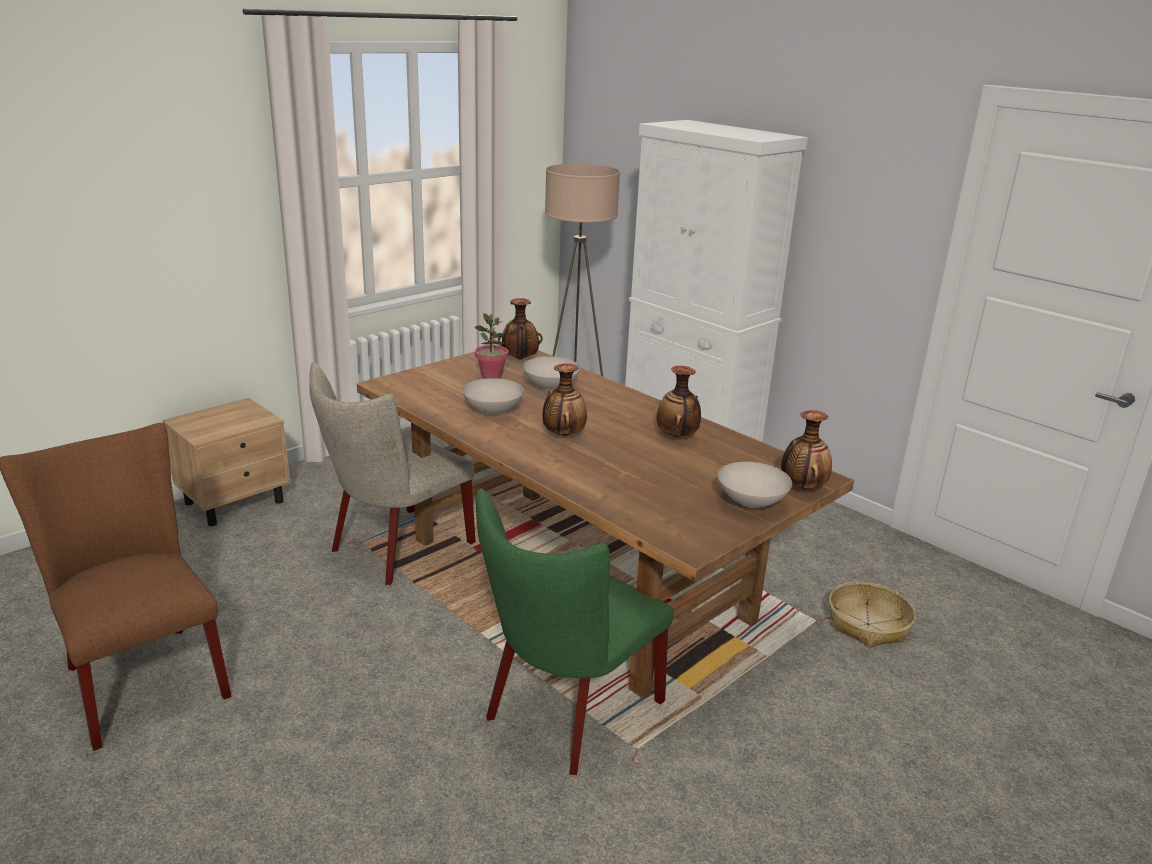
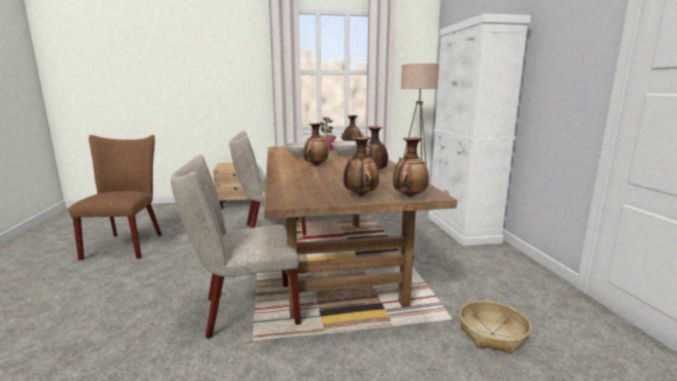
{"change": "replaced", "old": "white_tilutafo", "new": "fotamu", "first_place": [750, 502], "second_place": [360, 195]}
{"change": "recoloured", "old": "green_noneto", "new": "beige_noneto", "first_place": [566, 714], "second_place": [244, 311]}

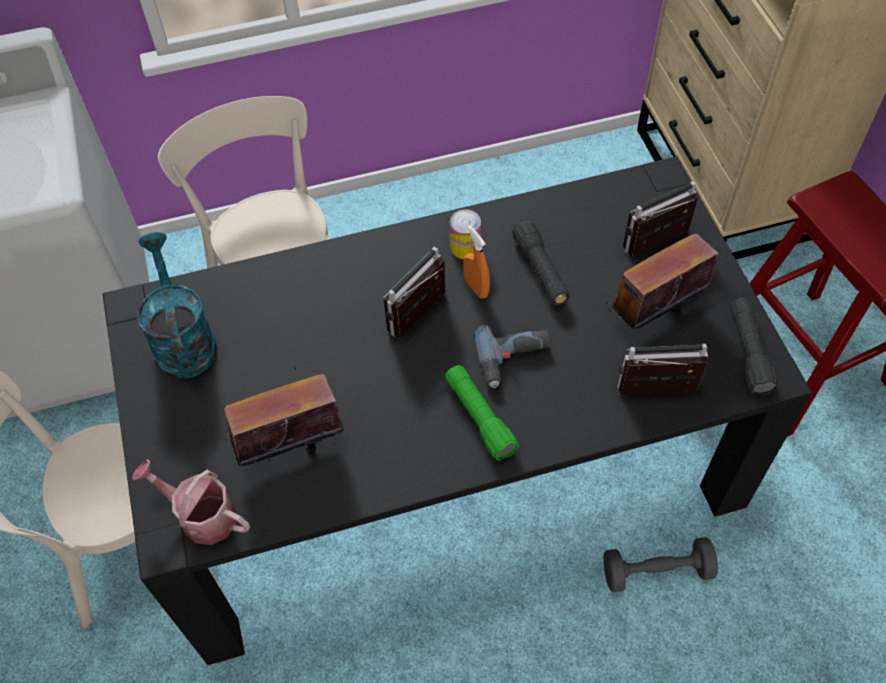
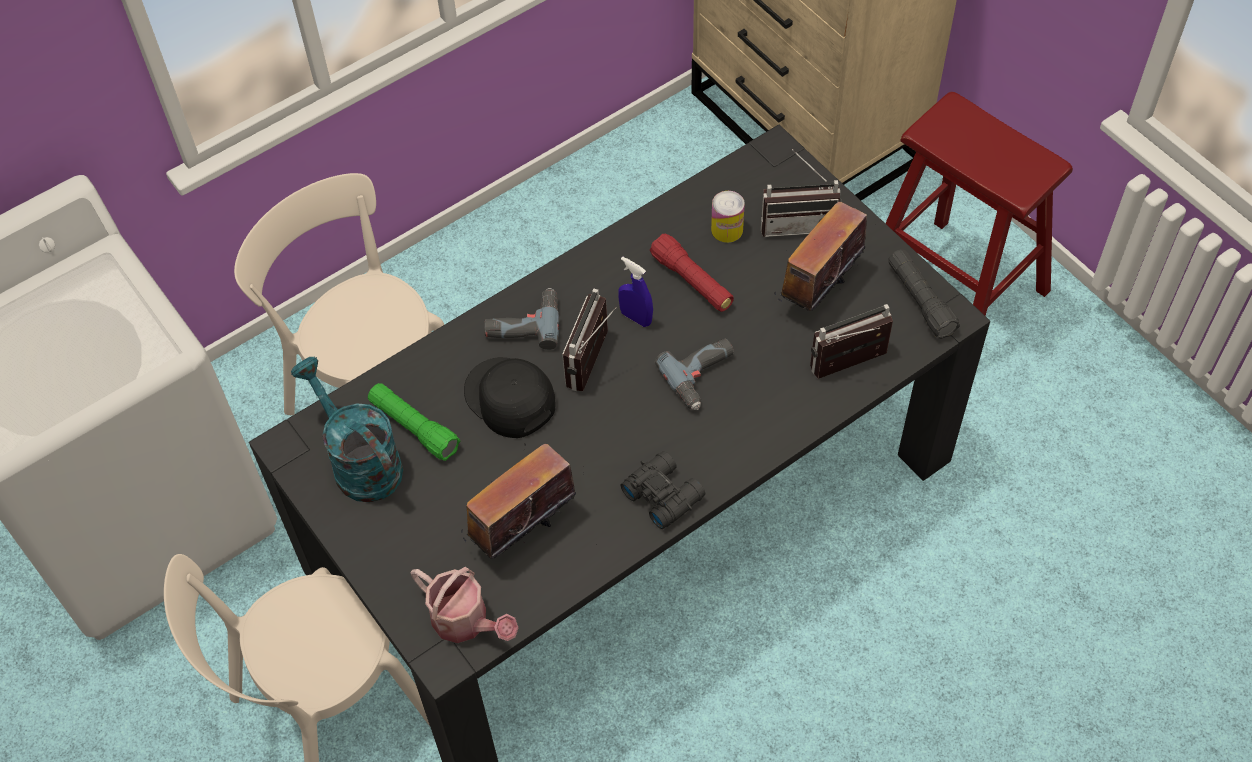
{"change": "turned", "old": "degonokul", "first_place": [659, 246], "second_place": [798, 222], "degrees": -135}
{"change": "moved", "old": "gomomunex", "first_place": [465, 247], "second_place": [727, 230]}
{"change": "recoloured", "old": "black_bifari", "new": "red_bifari", "first_place": [540, 271], "second_place": [692, 281]}
{"change": "recoloured", "old": "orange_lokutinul", "new": "blue_lokutinul", "first_place": [476, 288], "second_place": [636, 318]}
{"change": "moved", "old": "green_bifari", "first_place": [479, 417], "second_place": [414, 427]}
{"change": "turned", "old": "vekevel", "first_place": [201, 516], "second_place": [466, 622], "degrees": -150}
{"change": "removed", "old": "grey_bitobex", "first_place": [656, 571]}
{"change": "added", "new": "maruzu", "second_place": [523, 322]}
{"change": "added", "new": "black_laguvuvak", "second_place": [509, 399]}
{"change": "added", "new": "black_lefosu", "second_place": [663, 493]}

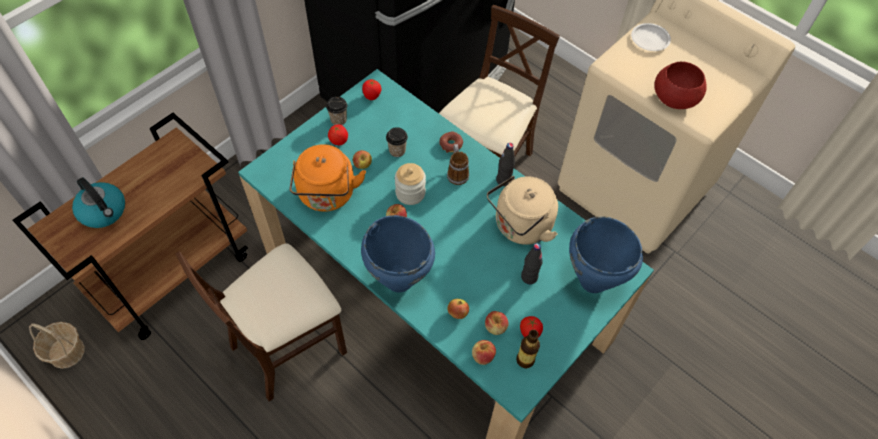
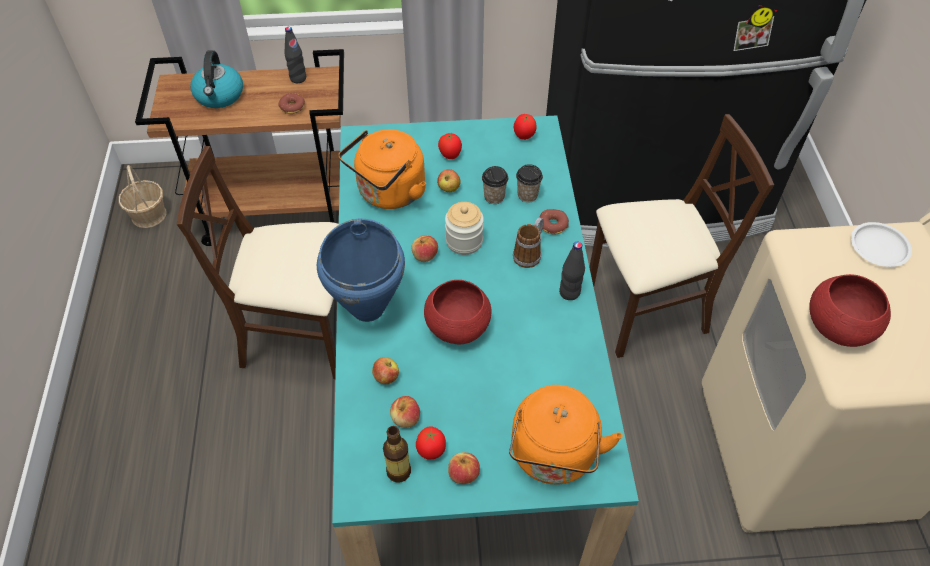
{"change": "moved", "old": "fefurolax", "first_place": [338, 120], "second_place": [527, 195]}
{"change": "removed", "old": "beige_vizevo", "first_place": [520, 227]}
{"change": "replaced", "old": "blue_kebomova", "new": "orange_vizevo", "first_place": [593, 282], "second_place": [553, 457]}
{"change": "moved", "old": "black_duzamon", "first_place": [529, 277], "second_place": [298, 78]}
{"change": "moved", "old": "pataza", "first_place": [482, 356], "second_place": [463, 474]}
{"change": "added", "new": "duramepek", "second_place": [292, 107]}
{"change": "added", "new": "red_tilutafo", "second_place": [457, 328]}

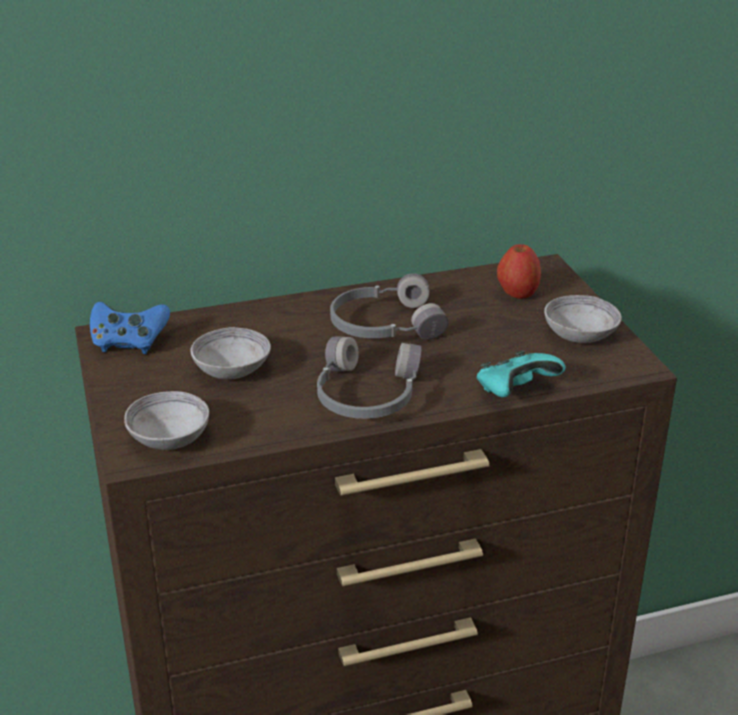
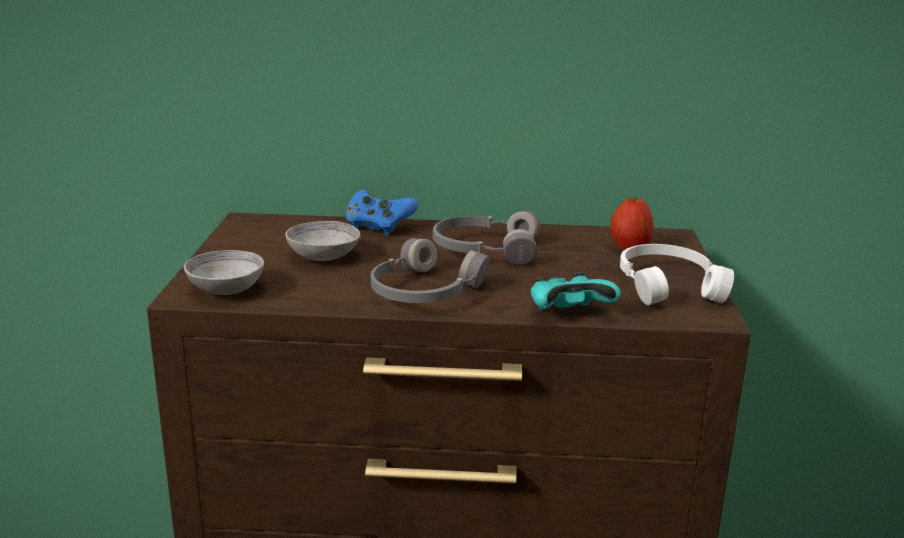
{"change": "replaced", "old": "grey_tilutafo", "new": "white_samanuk", "first_place": [580, 336], "second_place": [669, 286]}
{"change": "moved", "old": "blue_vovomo", "first_place": [128, 343], "second_place": [378, 227]}

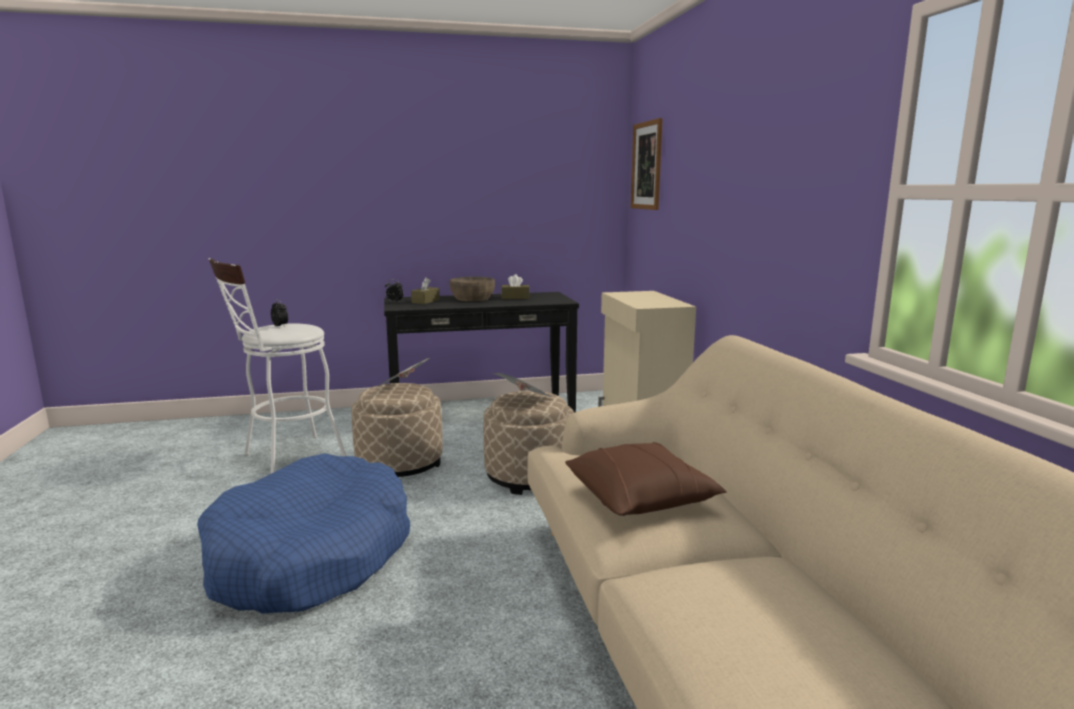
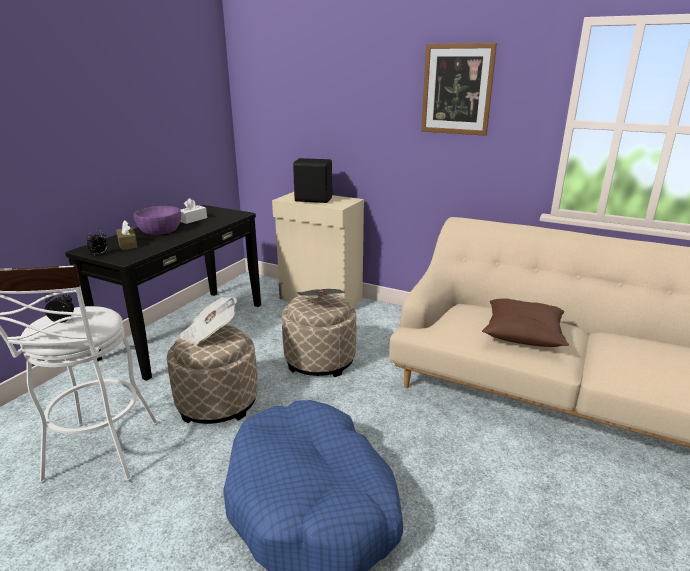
{"change": "moved", "old": "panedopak", "first_place": [647, 166], "second_place": [457, 89]}
{"change": "recoloured", "old": "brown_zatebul", "new": "white_zatebul", "first_place": [515, 297], "second_place": [192, 219]}
{"change": "recoloured", "old": "brown_tilutafo", "new": "purple_tilutafo", "first_place": [472, 298], "second_place": [159, 230]}
{"change": "added", "new": "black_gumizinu", "second_place": [313, 199]}

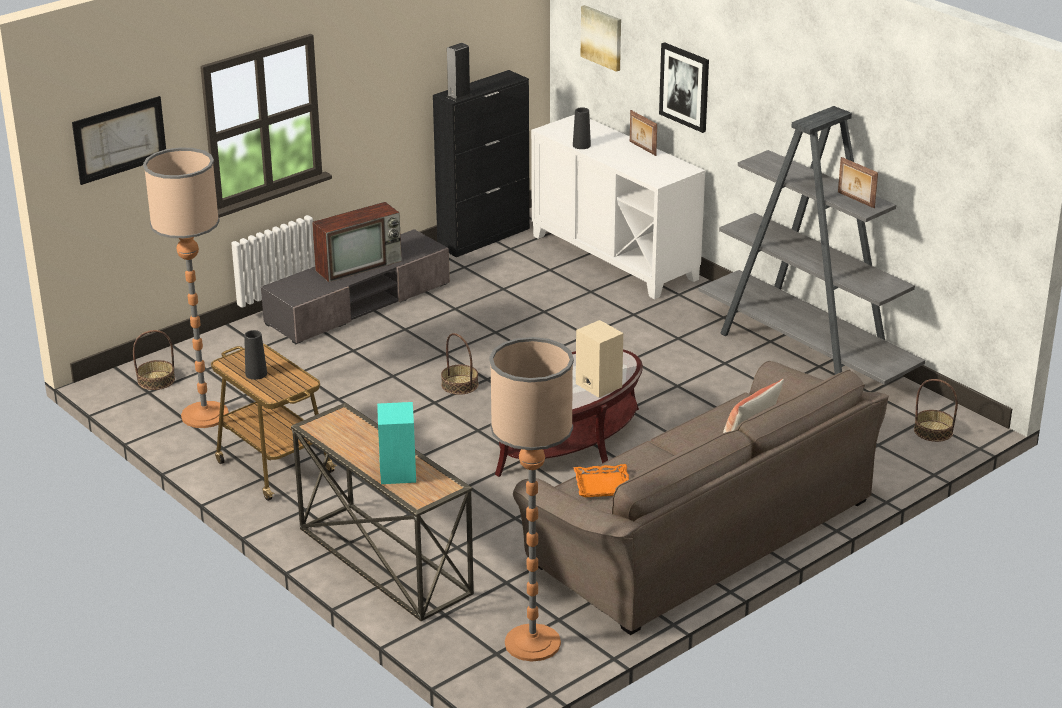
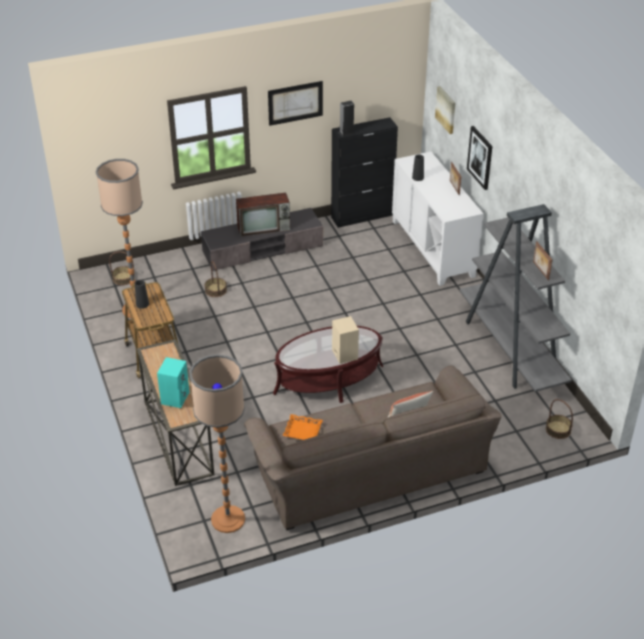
{"change": "moved", "old": "panedopak", "first_place": [120, 139], "second_place": [295, 103]}
{"change": "moved", "old": "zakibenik", "first_place": [460, 385], "second_place": [216, 290]}

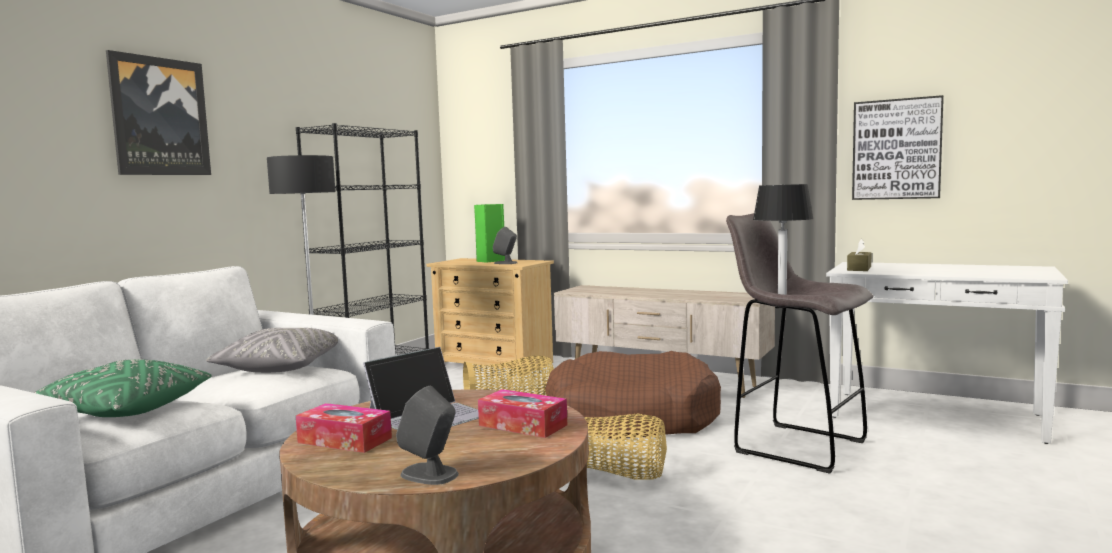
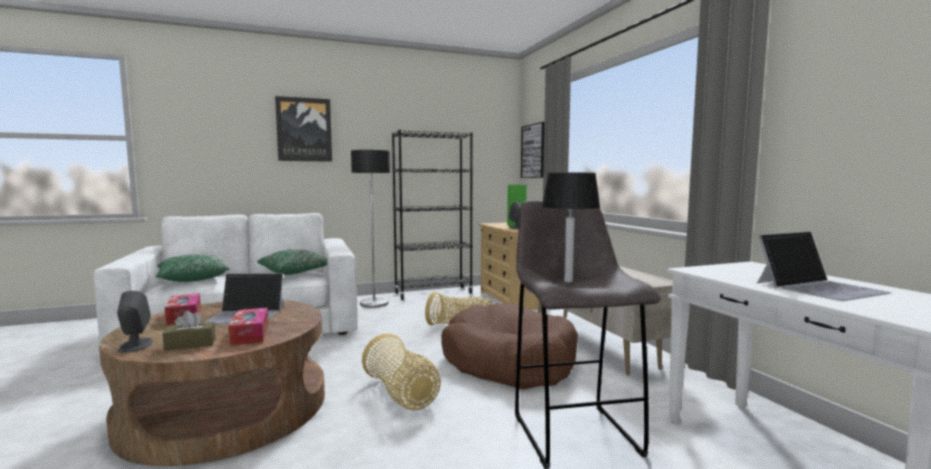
{"change": "moved", "old": "panedopak", "first_place": [896, 149], "second_place": [534, 151]}
{"change": "moved", "old": "brown_zatebul", "first_place": [859, 269], "second_place": [190, 344]}
{"change": "recoloured", "old": "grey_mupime", "new": "green_mupime", "first_place": [281, 366], "second_place": [296, 272]}
{"change": "added", "new": "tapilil", "second_place": [819, 287]}

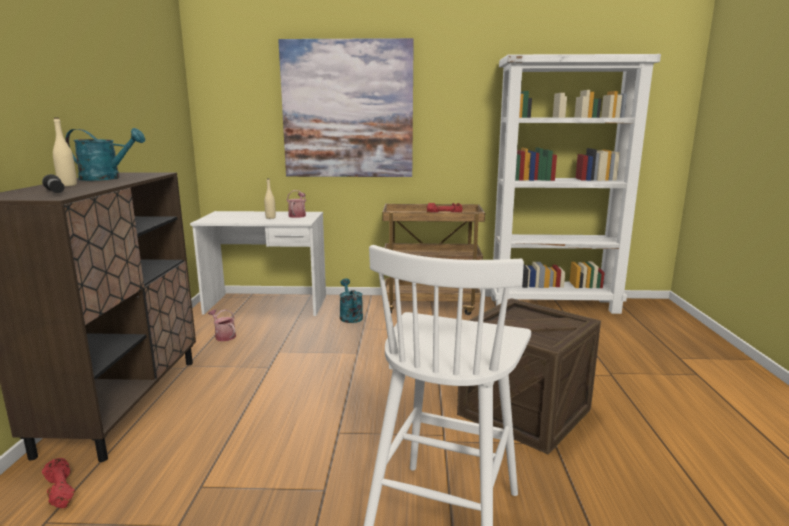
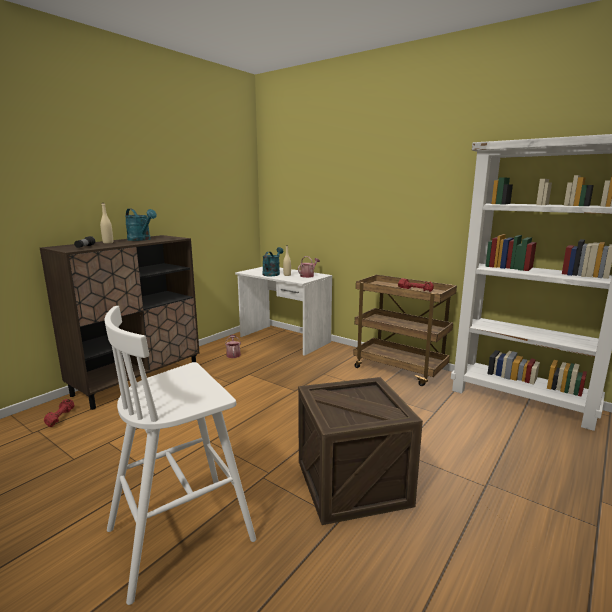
{"change": "removed", "old": "panedopak", "first_place": [347, 110]}
{"change": "moved", "old": "turquoise_vekevel", "first_place": [350, 316], "second_place": [272, 273]}

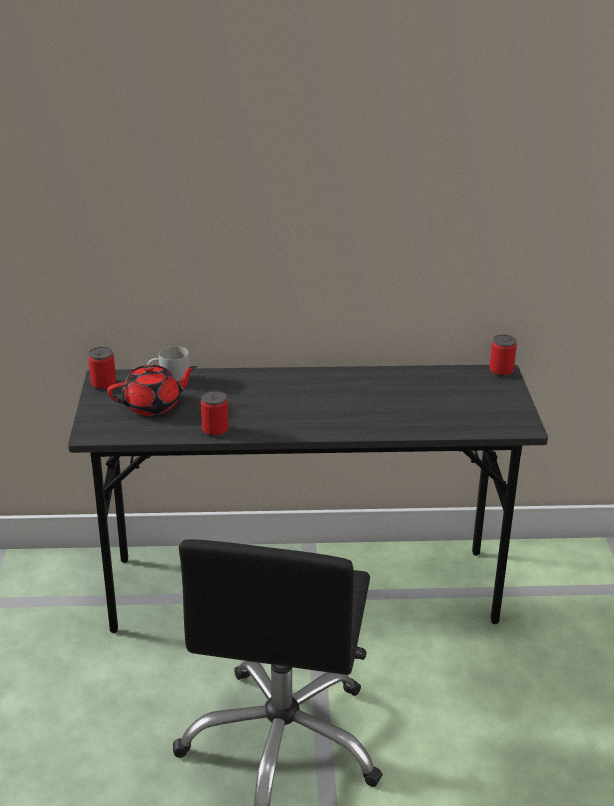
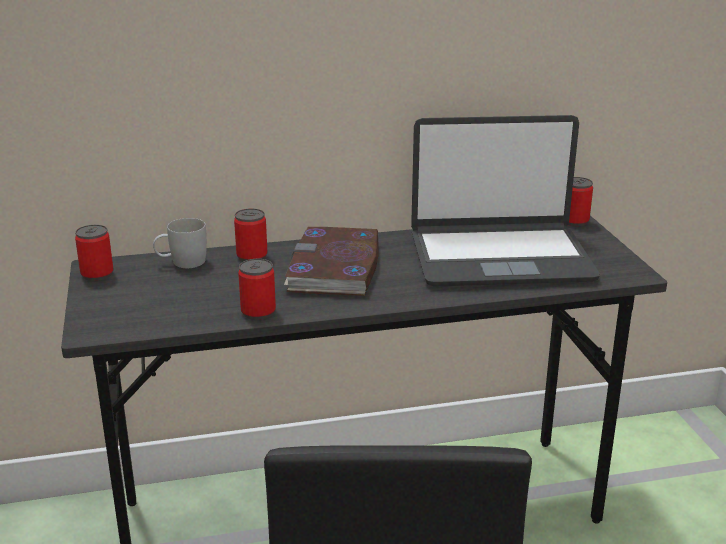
{"change": "removed", "old": "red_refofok", "first_place": [153, 405]}
{"change": "added", "new": "tapilil", "second_place": [499, 257]}
{"change": "added", "new": "gomomunex", "second_place": [252, 256]}
{"change": "added", "new": "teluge", "second_place": [335, 267]}

